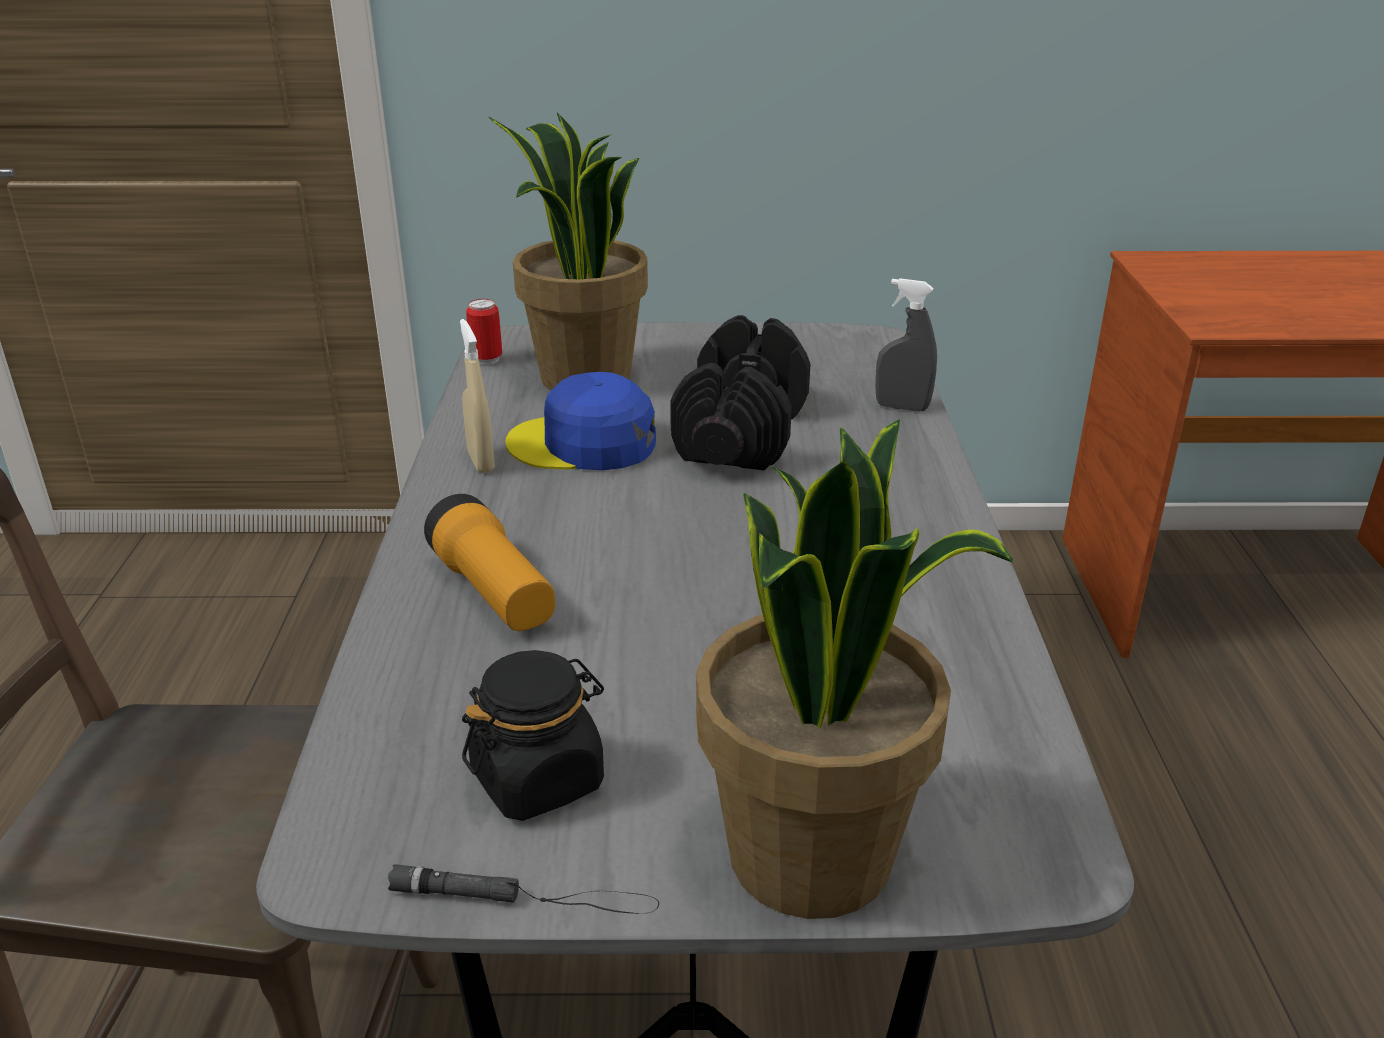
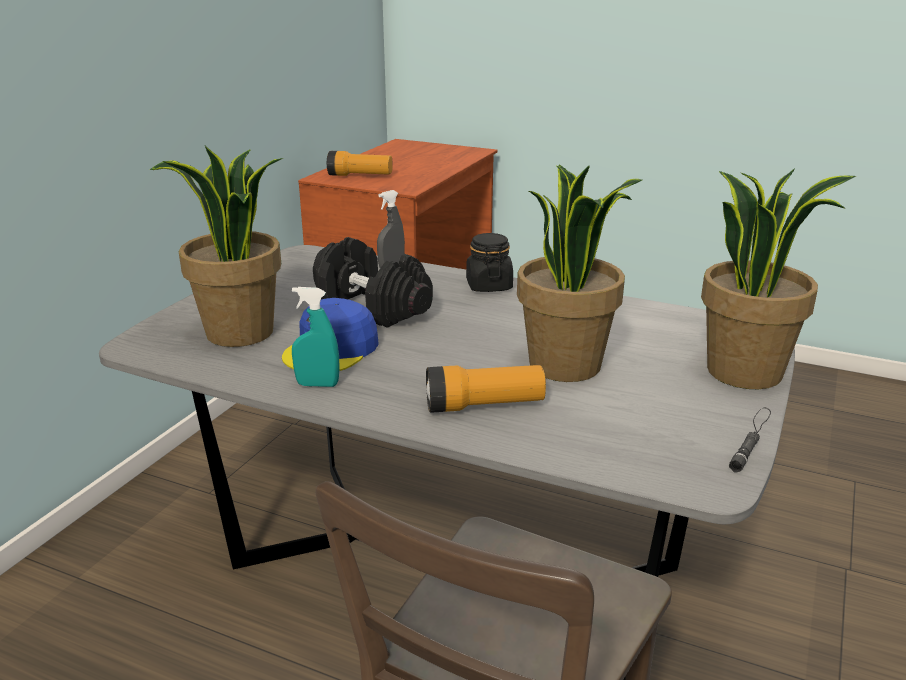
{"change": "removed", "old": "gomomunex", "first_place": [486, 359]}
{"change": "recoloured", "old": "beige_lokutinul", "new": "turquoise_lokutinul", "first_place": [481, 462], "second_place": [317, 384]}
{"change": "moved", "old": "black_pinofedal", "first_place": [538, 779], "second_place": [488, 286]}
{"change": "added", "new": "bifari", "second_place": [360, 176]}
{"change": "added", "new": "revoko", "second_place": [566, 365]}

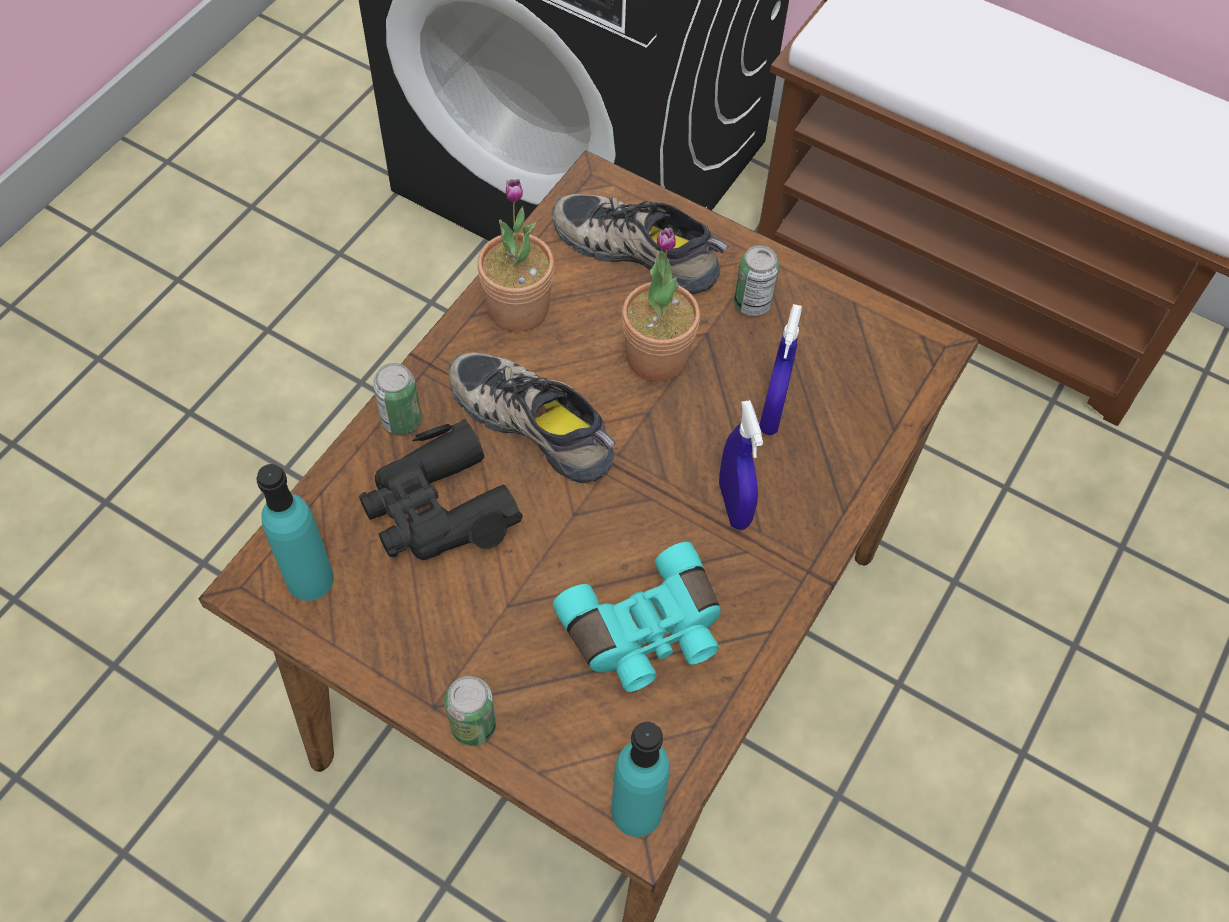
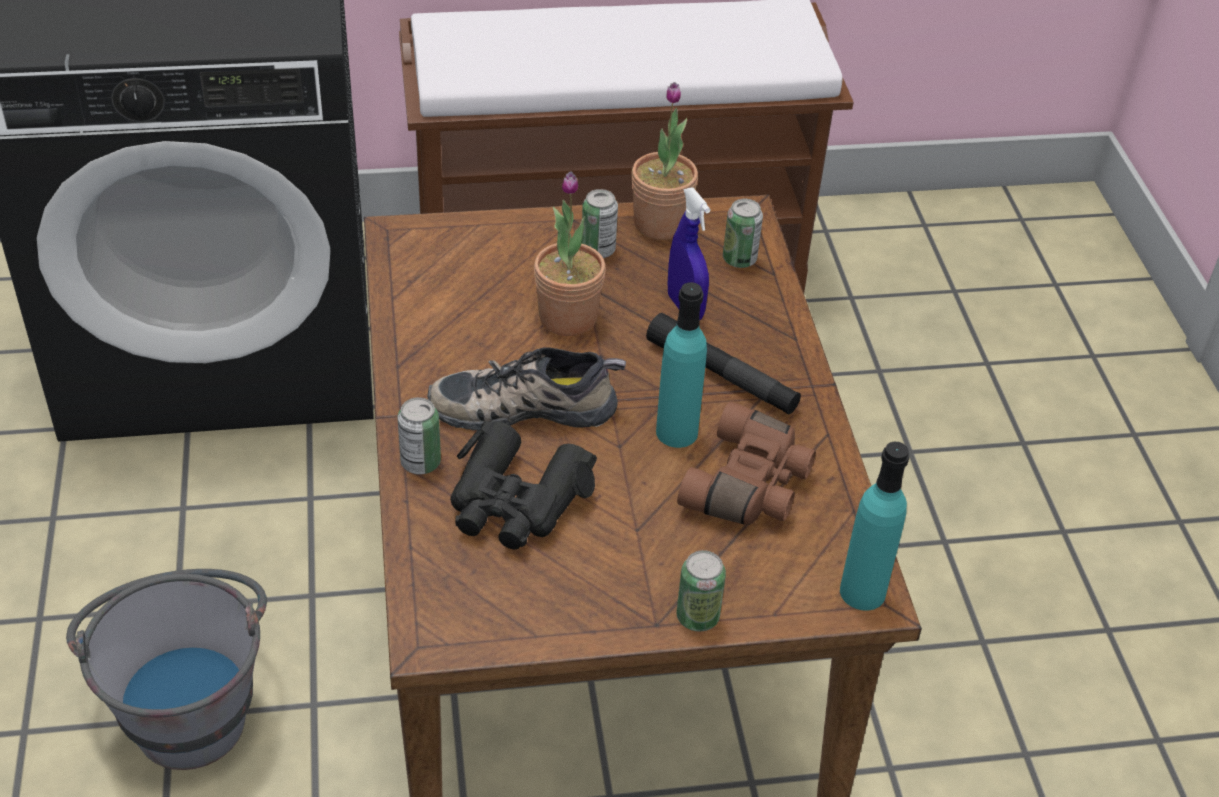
{"change": "moved", "old": "revoko", "first_place": [518, 308], "second_place": [660, 224]}
{"change": "removed", "old": "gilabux", "first_place": [639, 248]}
{"change": "replaced", "old": "blue_lokutinul", "new": "black_bifari", "first_place": [734, 504], "second_place": [721, 376]}
{"change": "moved", "old": "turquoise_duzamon", "first_place": [310, 579], "second_place": [676, 432]}
{"change": "recoloured", "old": "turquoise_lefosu", "new": "brown_lefosu", "first_place": [646, 633], "second_place": [750, 486]}
{"change": "added", "new": "gomomunex", "second_place": [739, 259]}
{"change": "added", "new": "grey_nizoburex", "second_place": [187, 704]}

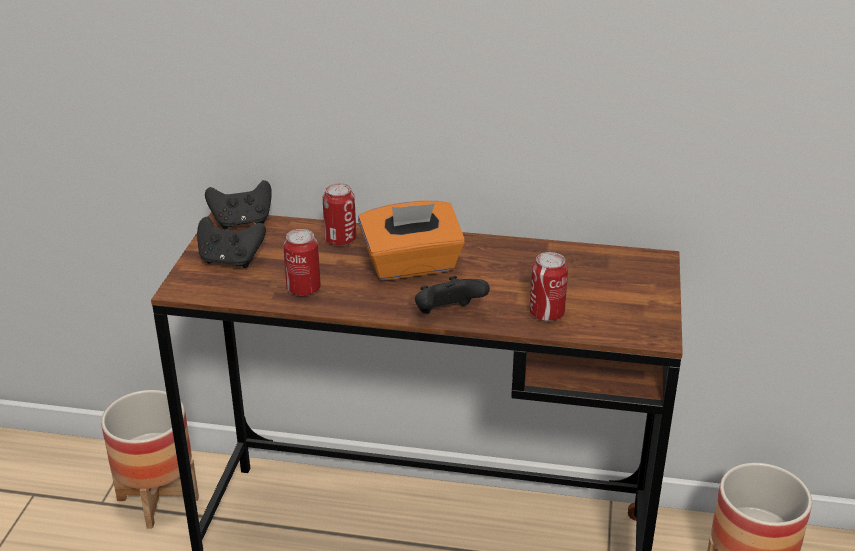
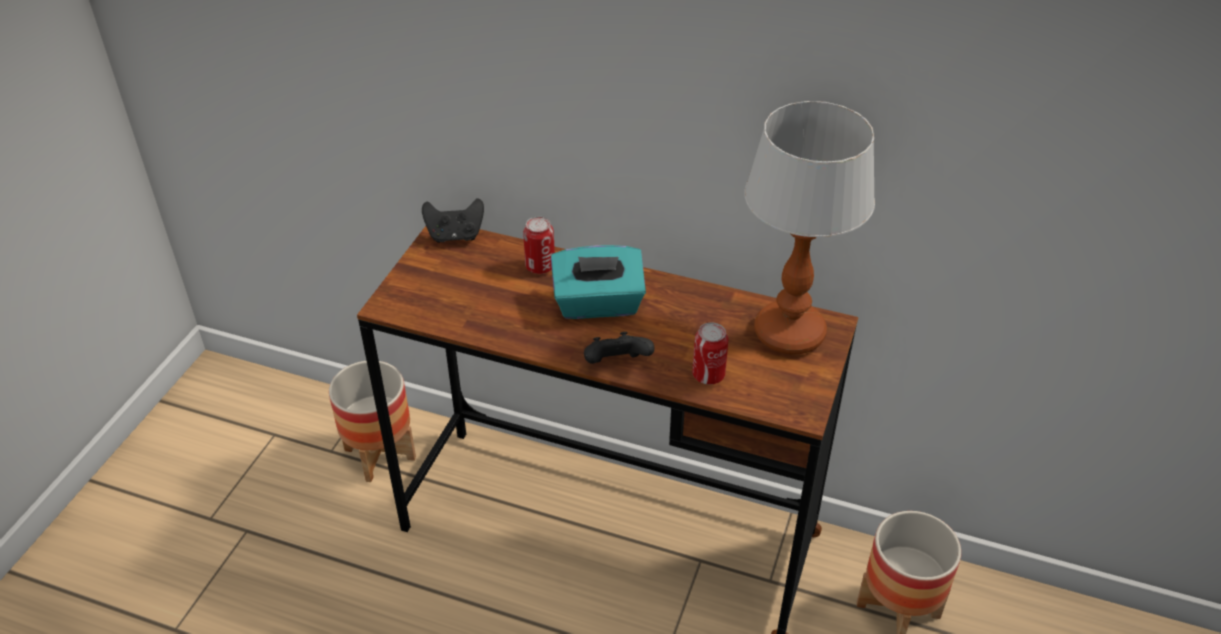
{"change": "recoloured", "old": "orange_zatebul", "new": "turquoise_zatebul", "first_place": [412, 265], "second_place": [598, 304]}
{"change": "removed", "old": "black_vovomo", "first_place": [230, 260]}
{"change": "removed", "old": "gomomunex", "first_place": [303, 289]}
{"change": "added", "new": "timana", "second_place": [790, 333]}

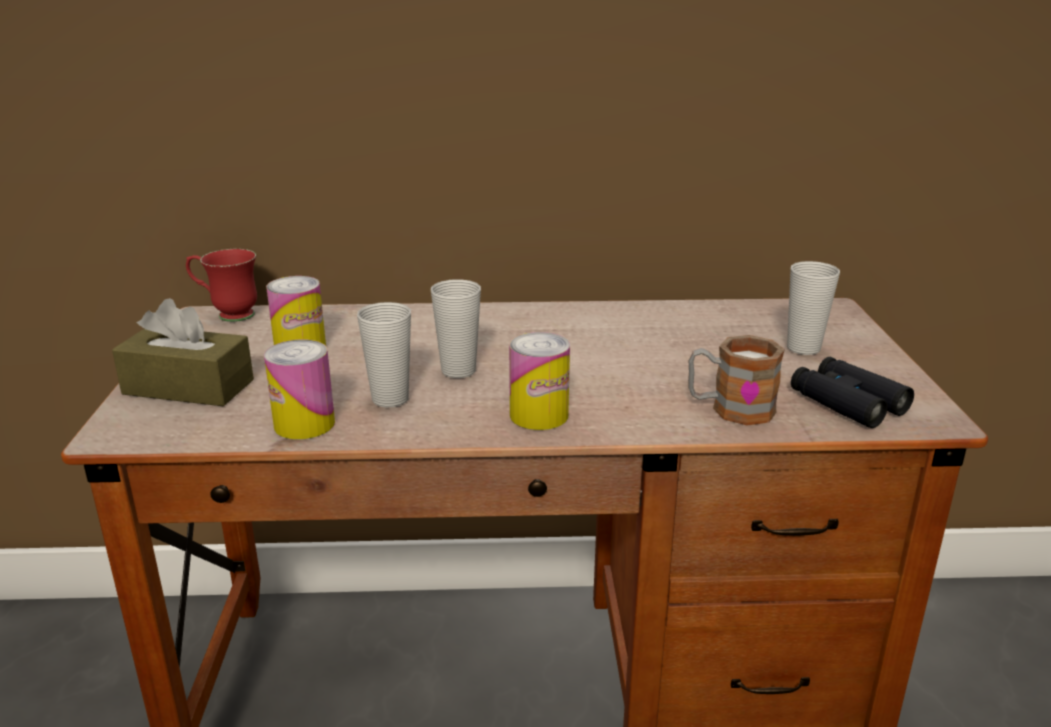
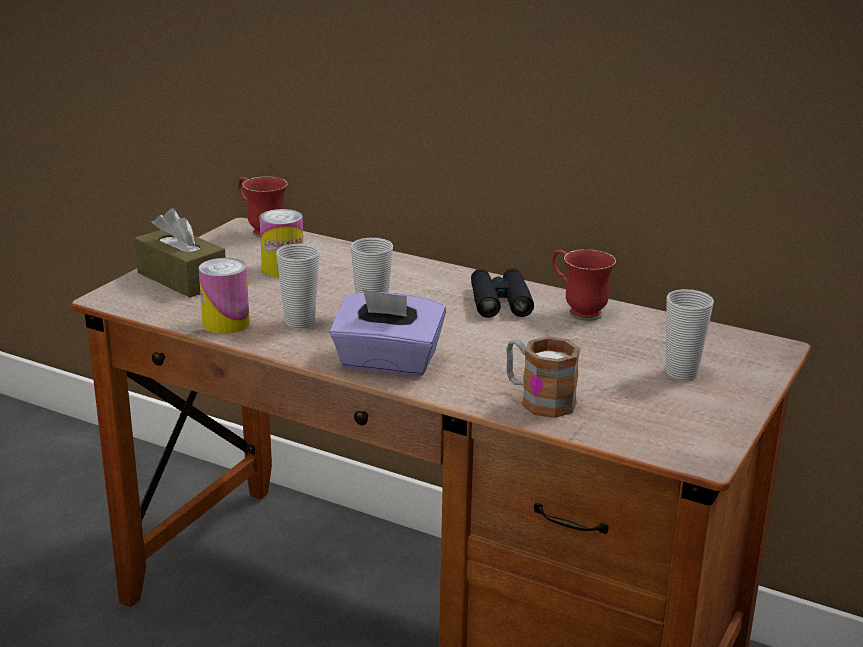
{"change": "replaced", "old": "gomomunex", "new": "purple_zatebul", "first_place": [539, 415], "second_place": [387, 362]}
{"change": "moved", "old": "black_lefosu", "first_place": [847, 402], "second_place": [500, 302]}
{"change": "added", "new": "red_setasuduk", "second_place": [577, 311]}

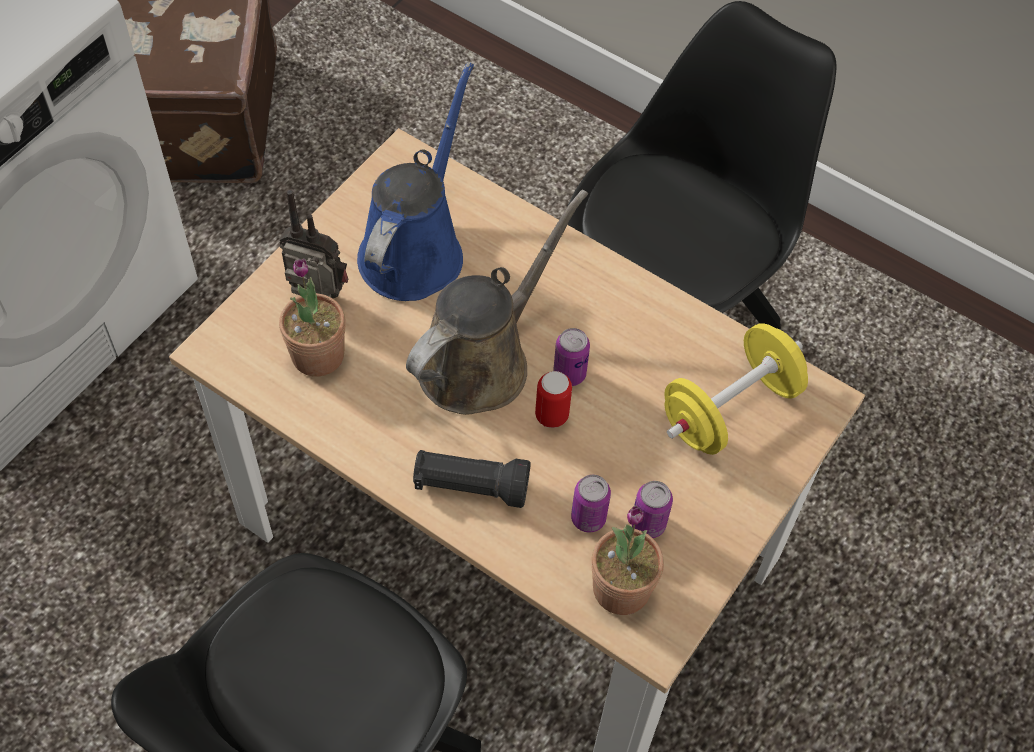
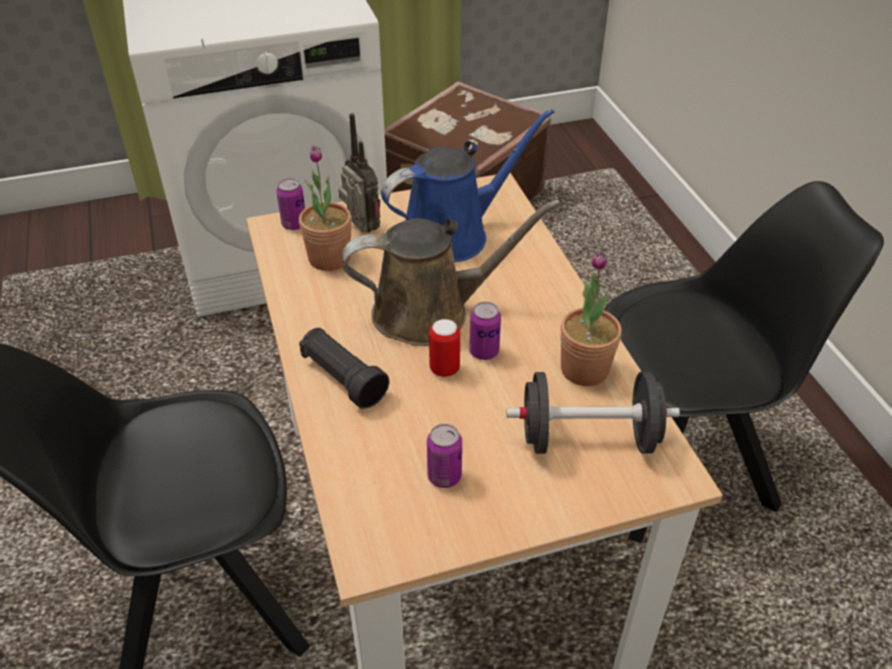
{"change": "recoloured", "old": "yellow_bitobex", "new": "black_bitobex", "first_place": [729, 409], "second_place": [588, 439]}
{"change": "moved", "old": "gomomunex", "first_place": [588, 518], "second_place": [294, 224]}
{"change": "moved", "old": "revoko", "first_place": [621, 588], "second_place": [584, 369]}

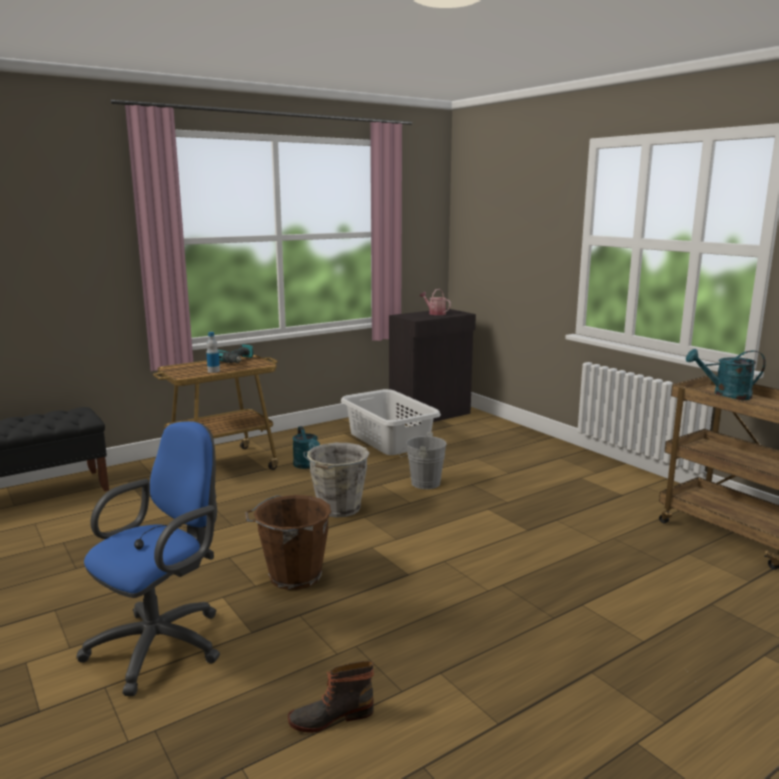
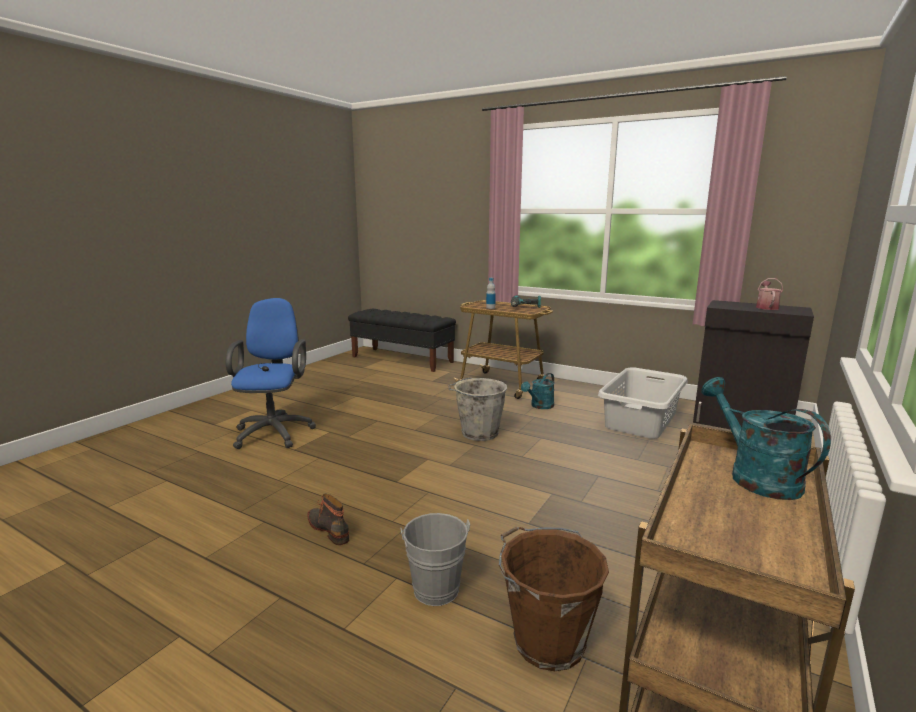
{"change": "turned", "old": "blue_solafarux", "first_place": [164, 643], "second_place": [275, 431], "degrees": -105}
{"change": "moved", "old": "grey_nizoburex", "first_place": [422, 483], "second_place": [435, 586]}
{"change": "moved", "old": "brown_nizoburex", "first_place": [292, 576], "second_place": [546, 640]}
{"change": "moved", "old": "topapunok", "first_place": [331, 716], "second_place": [329, 529]}

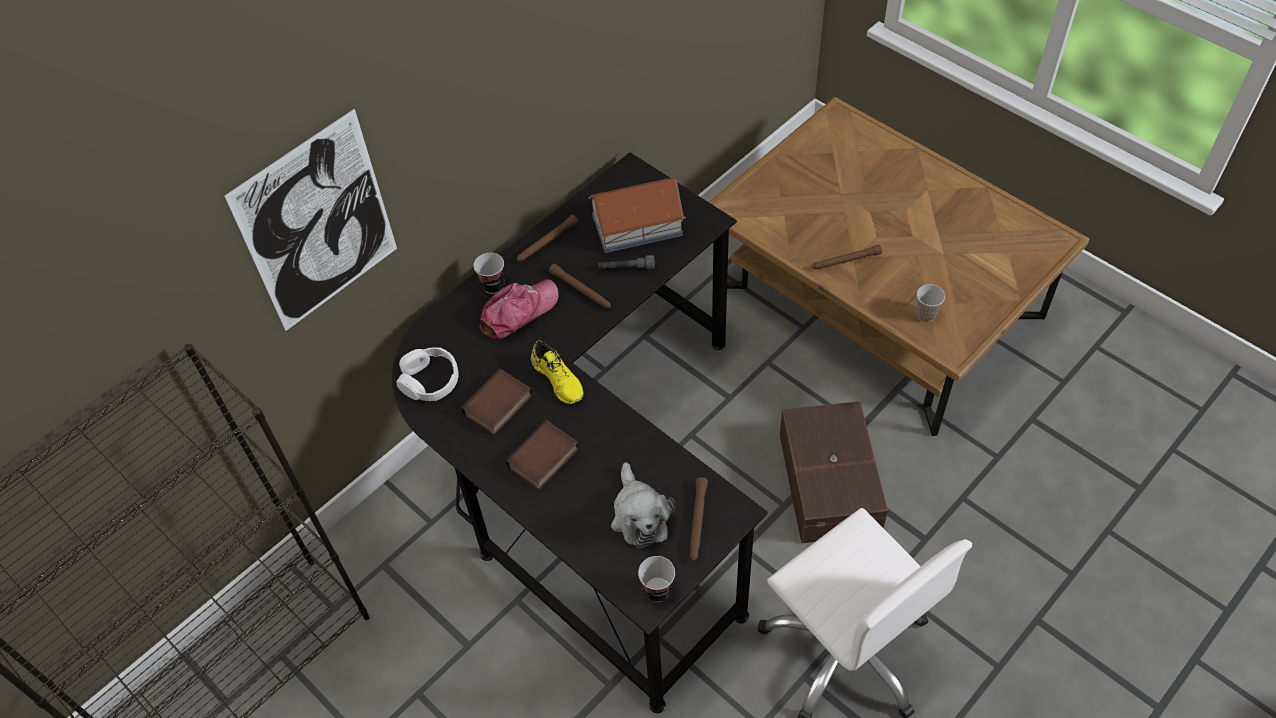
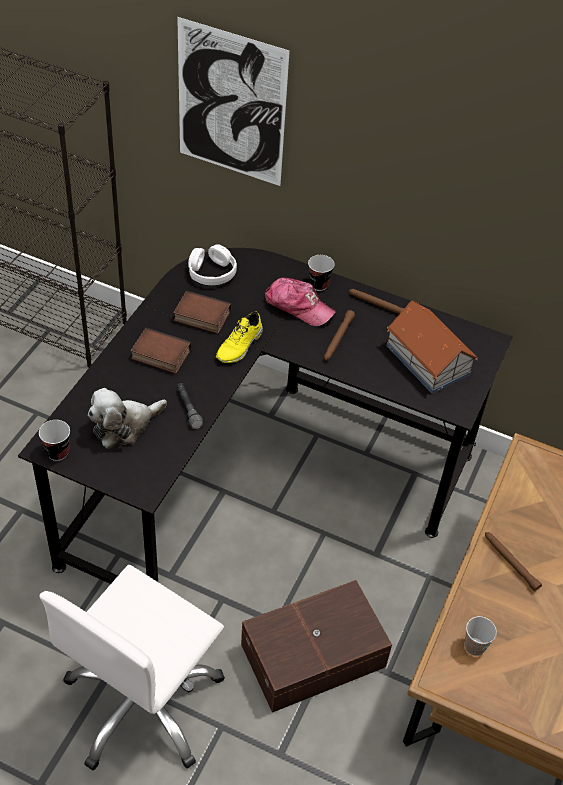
{"change": "moved", "old": "grey_bifari", "first_place": [626, 268], "second_place": [188, 409]}
{"change": "removed", "old": "brown_bifari", "first_place": [697, 522]}

